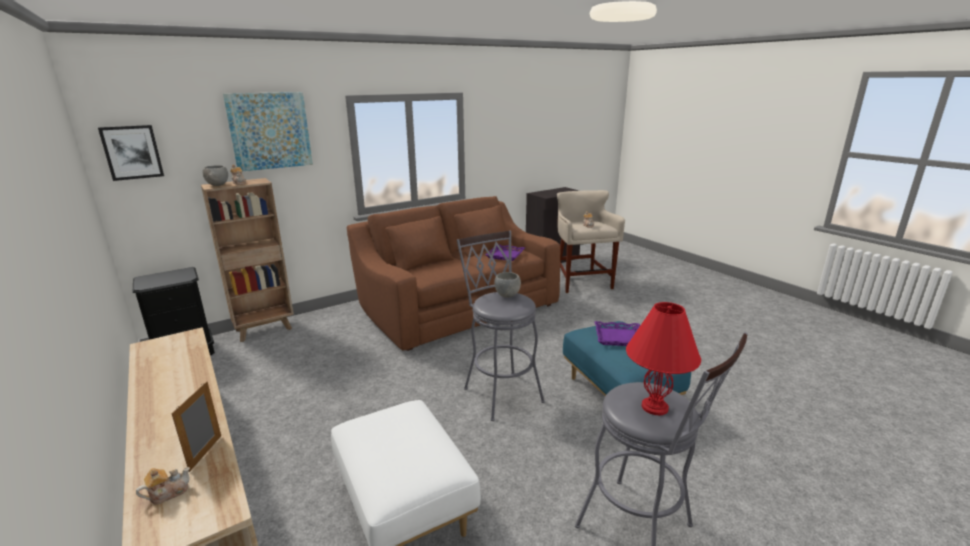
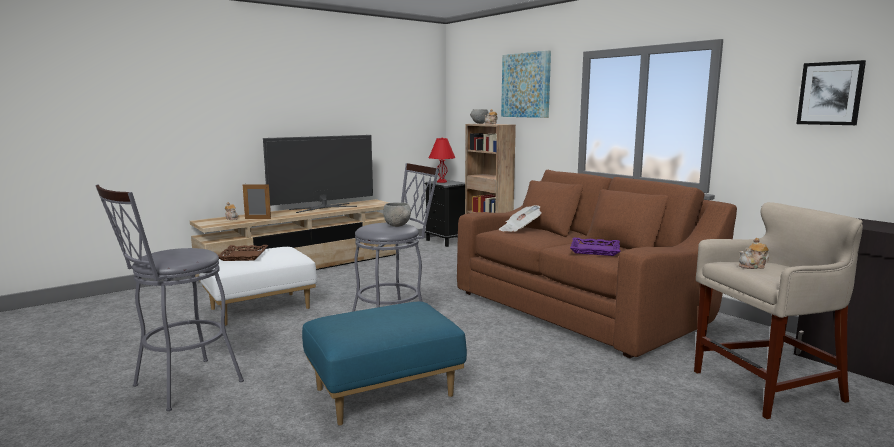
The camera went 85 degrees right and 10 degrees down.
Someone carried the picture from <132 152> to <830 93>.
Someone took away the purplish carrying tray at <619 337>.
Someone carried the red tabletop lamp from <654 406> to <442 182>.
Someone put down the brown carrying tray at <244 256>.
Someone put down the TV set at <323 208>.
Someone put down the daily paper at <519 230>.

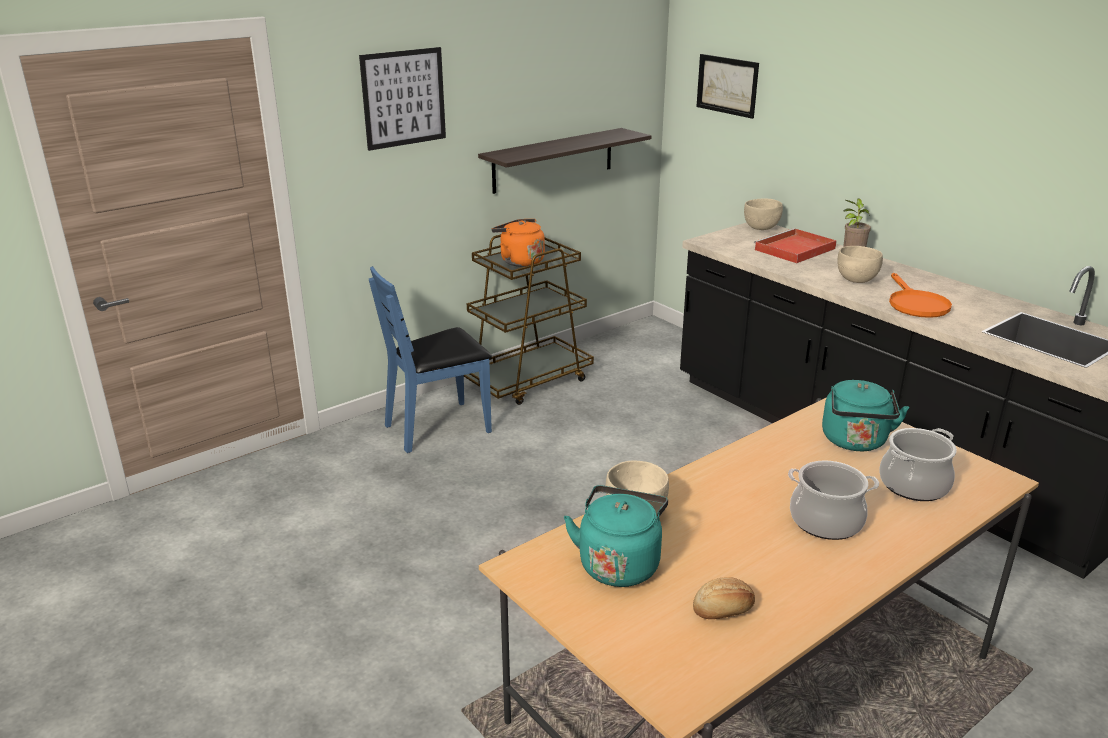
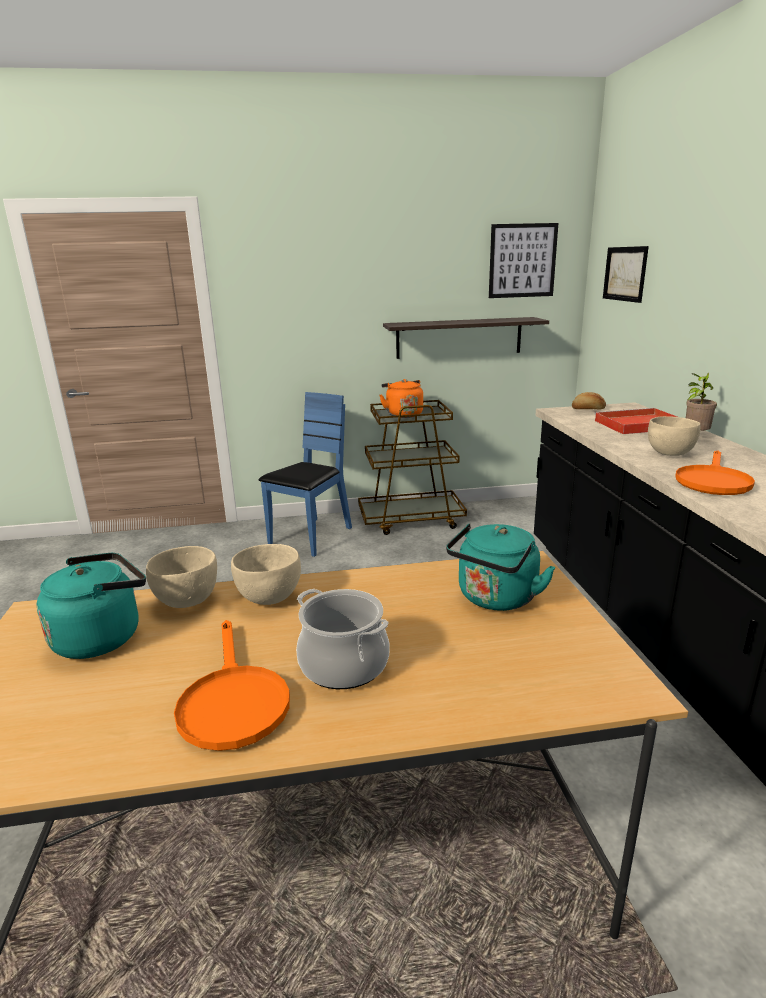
The camera went 30 degrees right and 5 degrees down.
Someone carried the picture from <403 98> to <522 261>.
Someone rotated the bluish chair at <438 427> by 120 degrees clockwise.
Someone carried the bakery bread from <724 610> to <588 409>.
Someone carried the beige-coloured bowl from <761 228> to <270 598>.
Someone took away the saucepot at <914 485>.
Someone put down the orange-coloured frying pan at <232 701>.

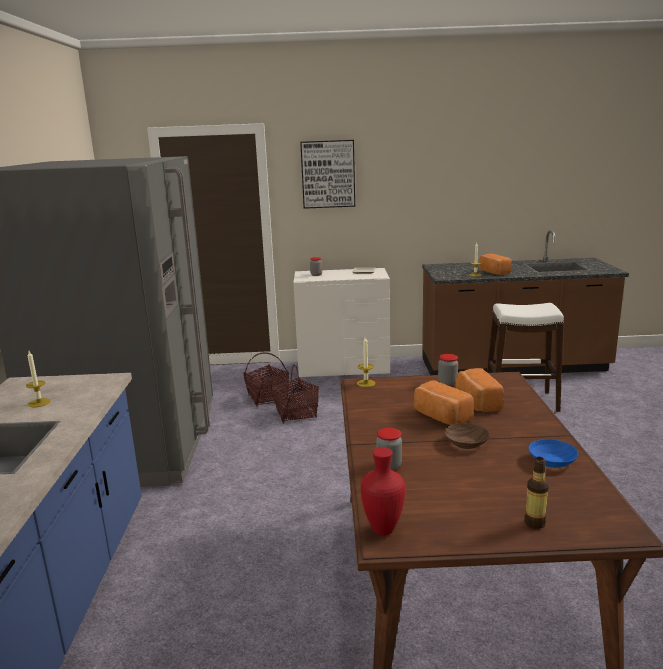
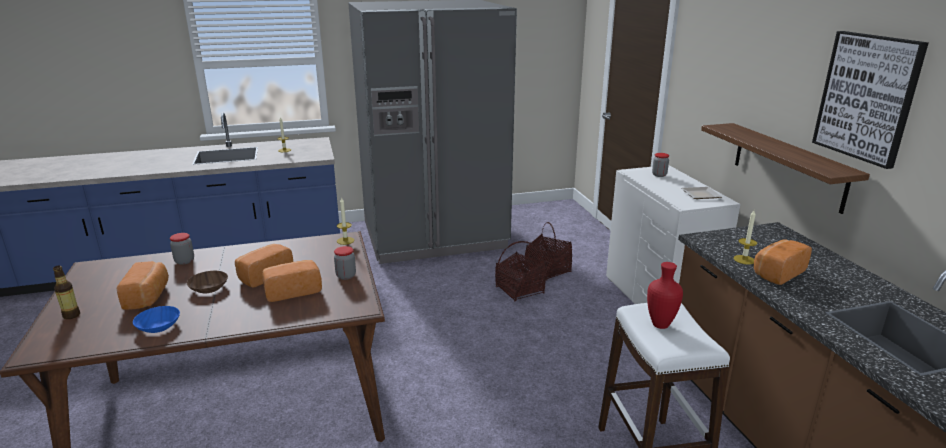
The camera went 75 degrees right and 5 degrees up.
Someone carried the picture from <328 174> to <867 97>.
Someone carried the red vase from <384 529> to <661 325>.
Someone put down the bakery bread at <148 297>.
Someone put up the bracket shelf at <788 166>.

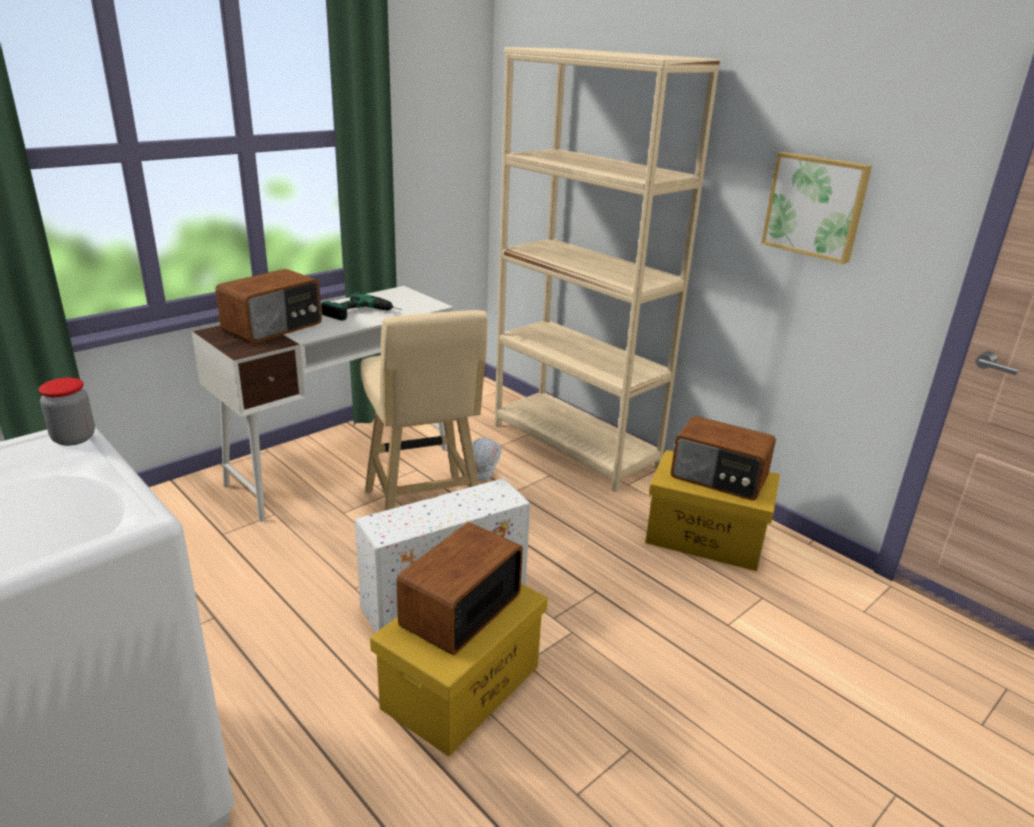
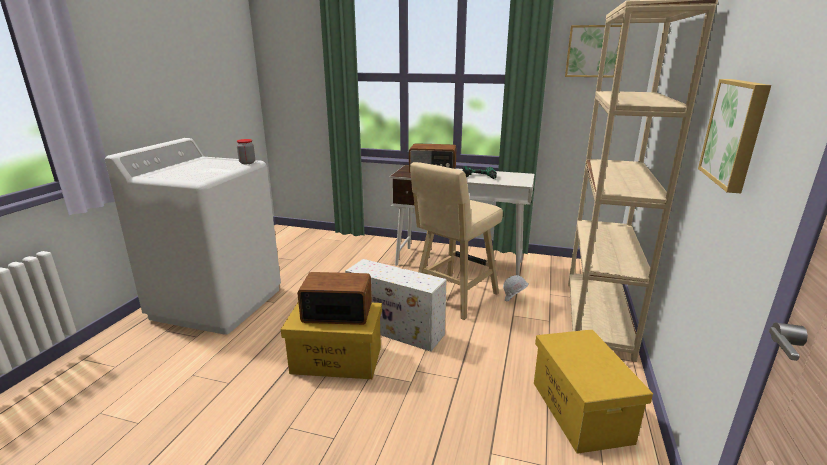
The camera went 60 degrees right and 5 degrees down.
Someone took away the radio receiver at <719 478>.
Someone put up the picture at <592 51>.

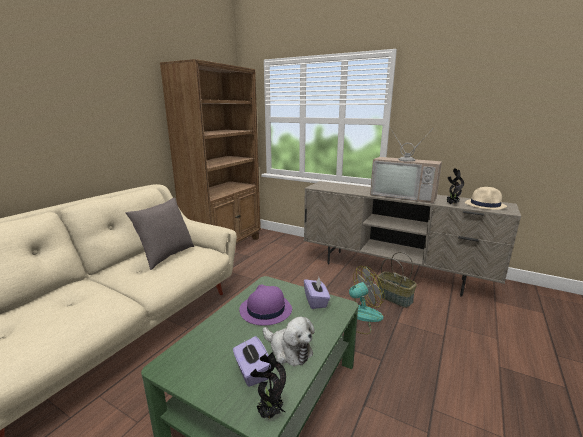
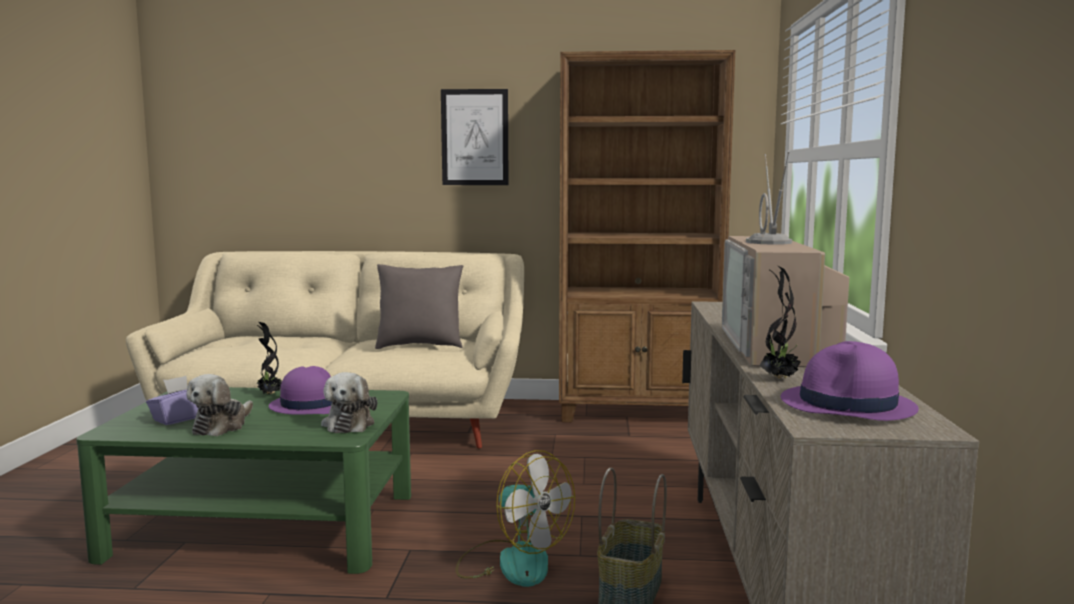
The camera went 65 degrees right and 10 degrees down.
Someone carried the houseplant from <269 414> to <269 394>.
Someone swapped the purplish tissue box at <316 301> for the plush toy at <349 423>.
Someone repainted the beige-coloured hat at <485 205>, which became the purplish hat at <848 406>.
Someone put up the picture at <475 137>.

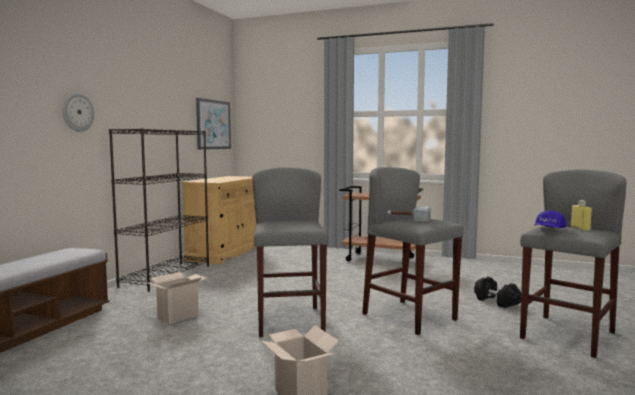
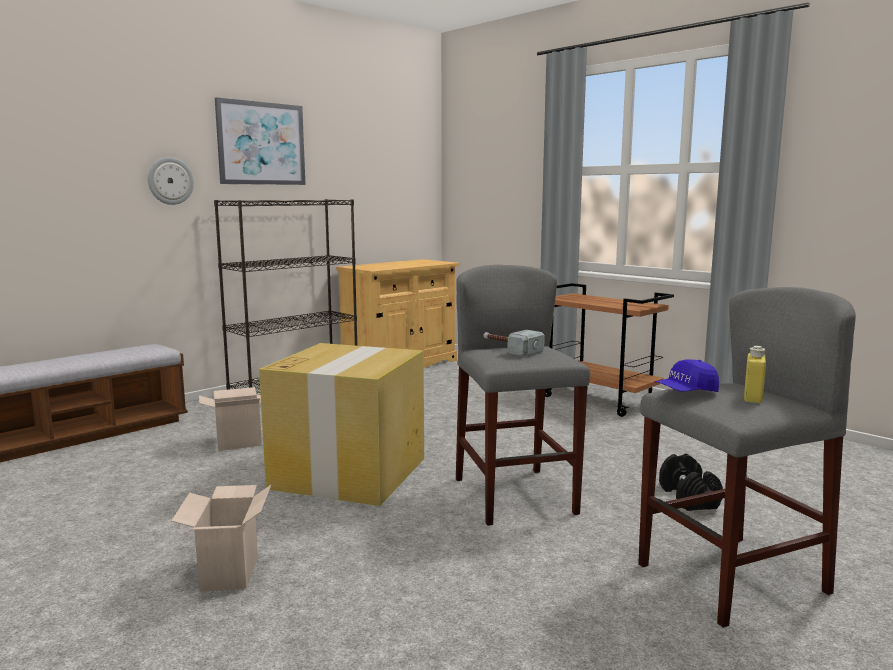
The camera went 25 degrees right and 5 degrees up.
Someone carried the picture from <213 124> to <261 143>.
Someone swapped the greyish stool seat at <289 321> for the packing box at <350 472>.

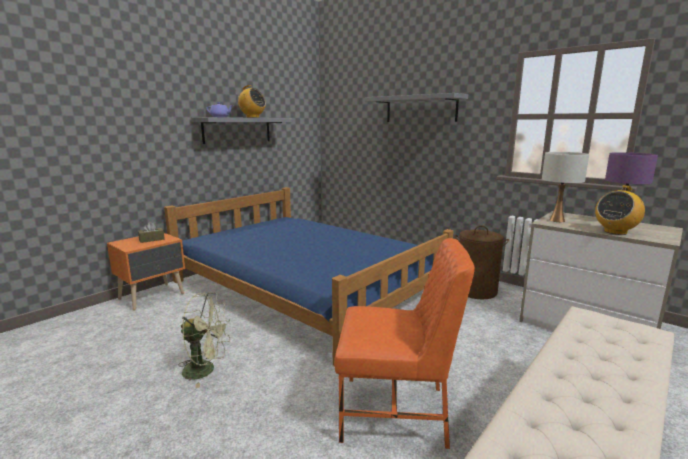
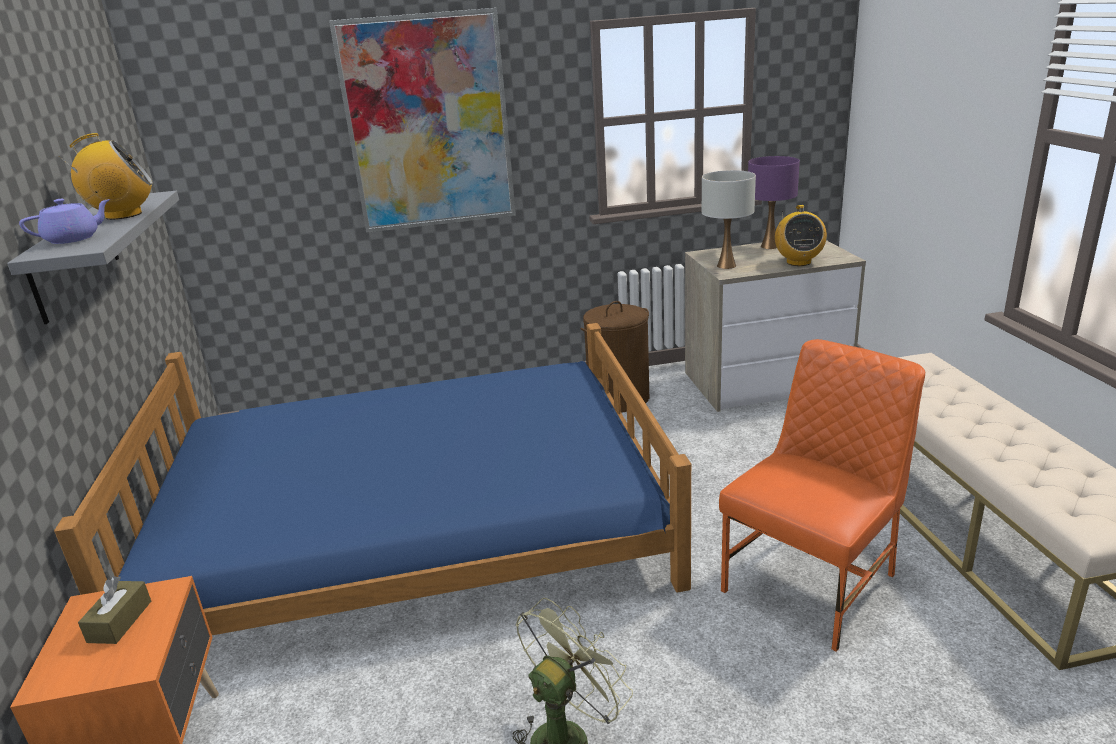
The camera went 50 degrees left and 10 degrees up.
Someone swapped the greyish bracket shelf at <420 109> for the picture at <428 124>.

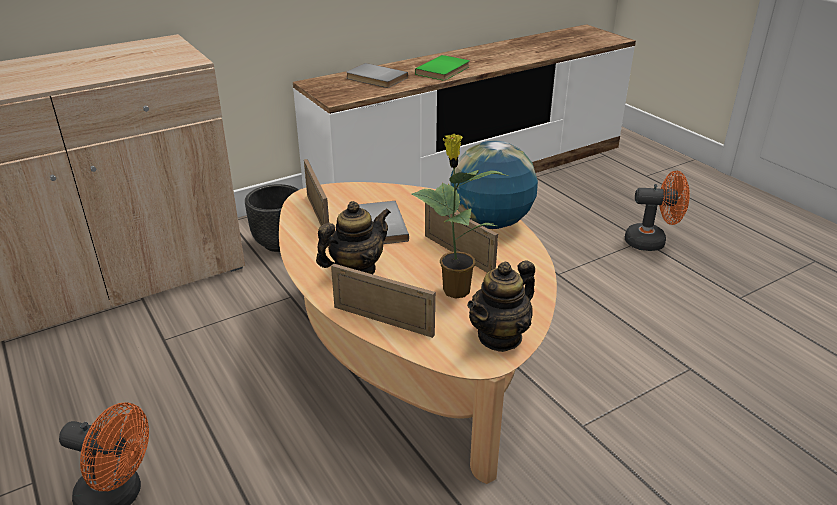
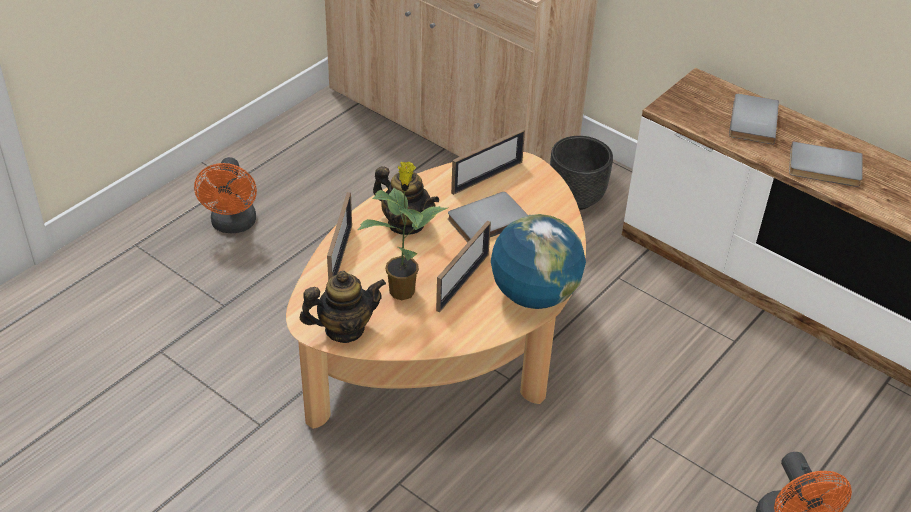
The camera went 70 degrees right and 10 degrees up.
Someone repainted the green-coloured volume at <444 70>, which became the greyish volume at <824 168>.
Someone rotated the teapot at <500 337> by 135 degrees clockwise.

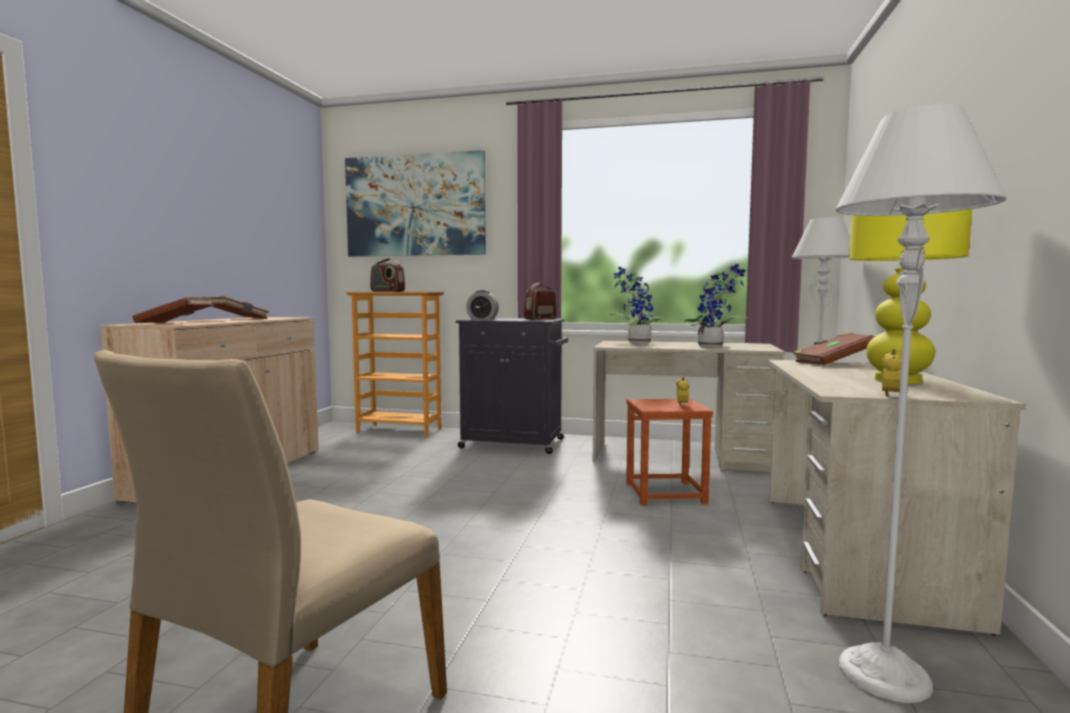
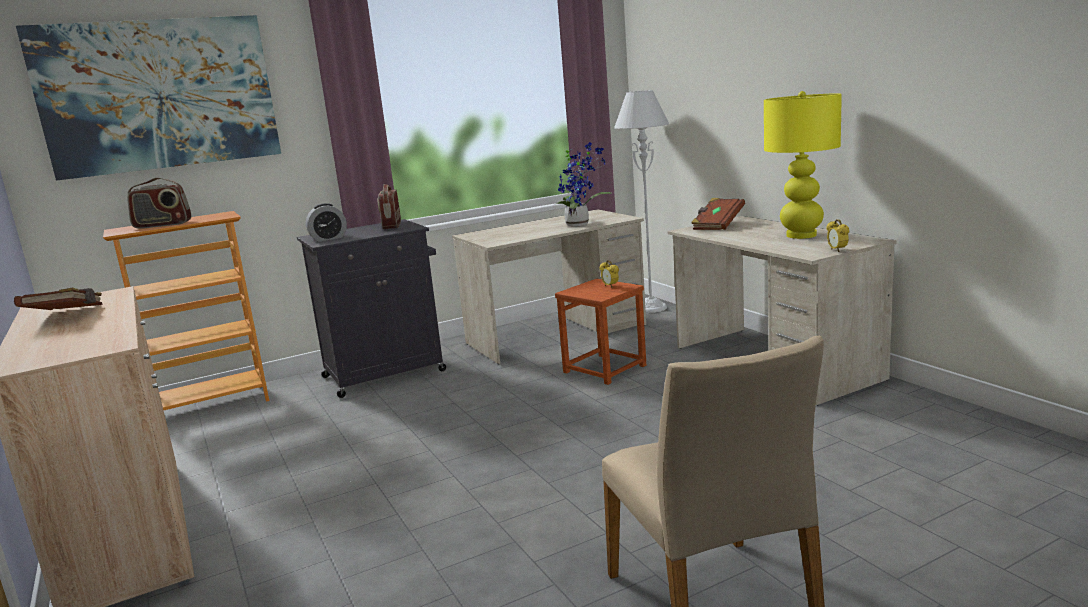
The camera went 40 degrees left and 10 degrees up.
Someone took away the brown volume at <176 323>.
Someone took away the houseplant at <636 343>.
Someone took away the greyish standard lamp at <884 674>.

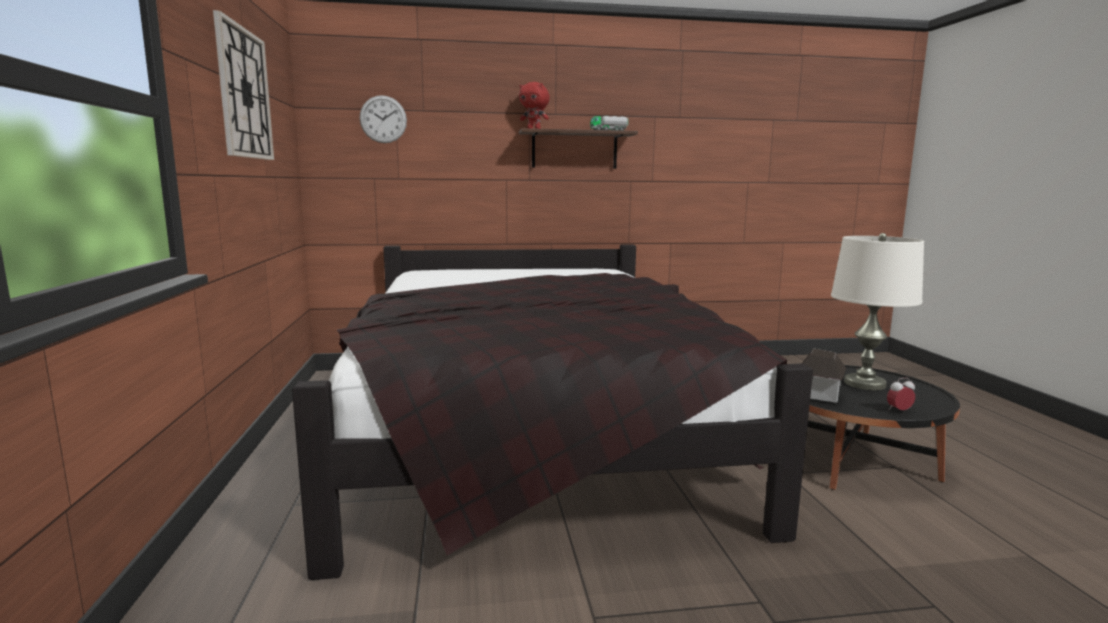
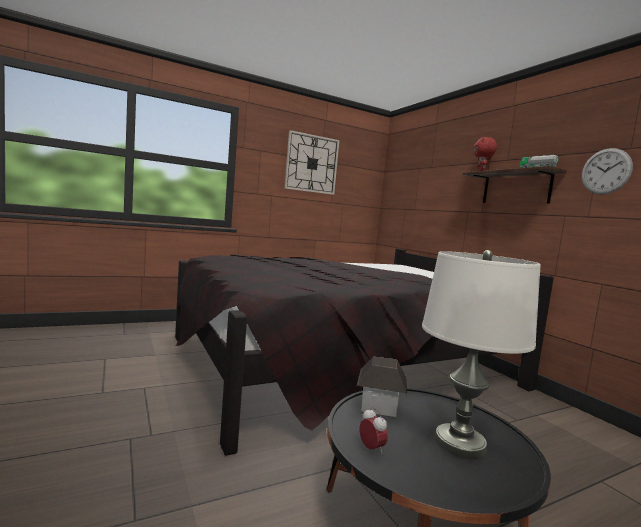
The camera went 70 degrees right and 5 degrees down.
Someone carried the wall clock from <383 119> to <606 171>.

